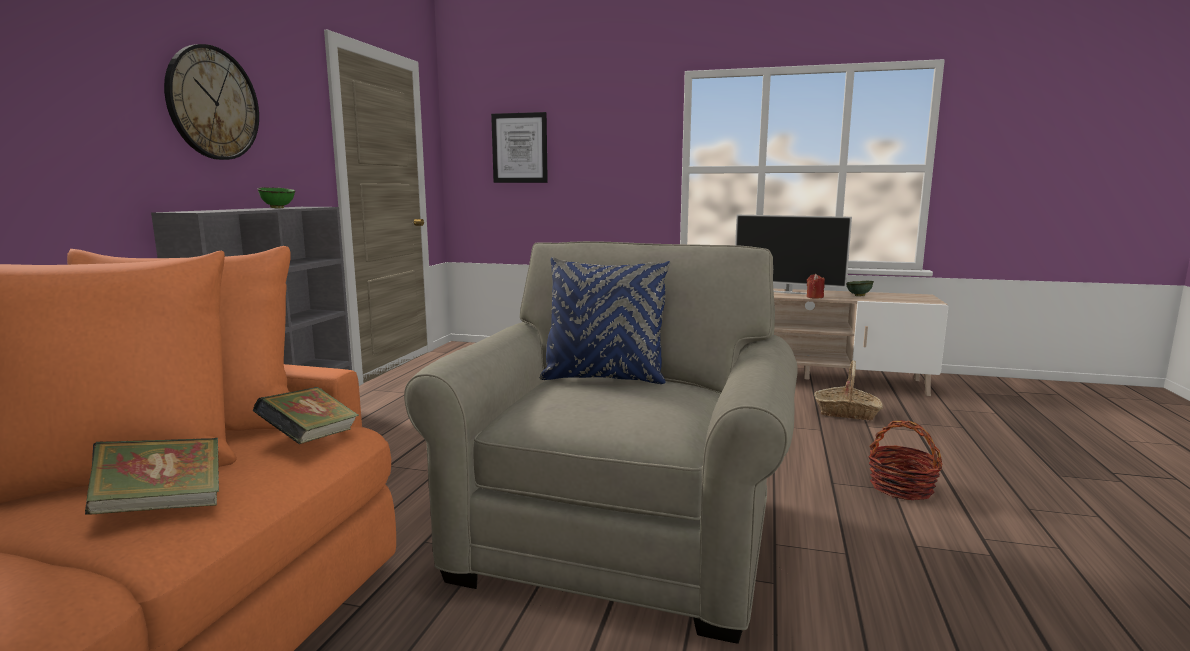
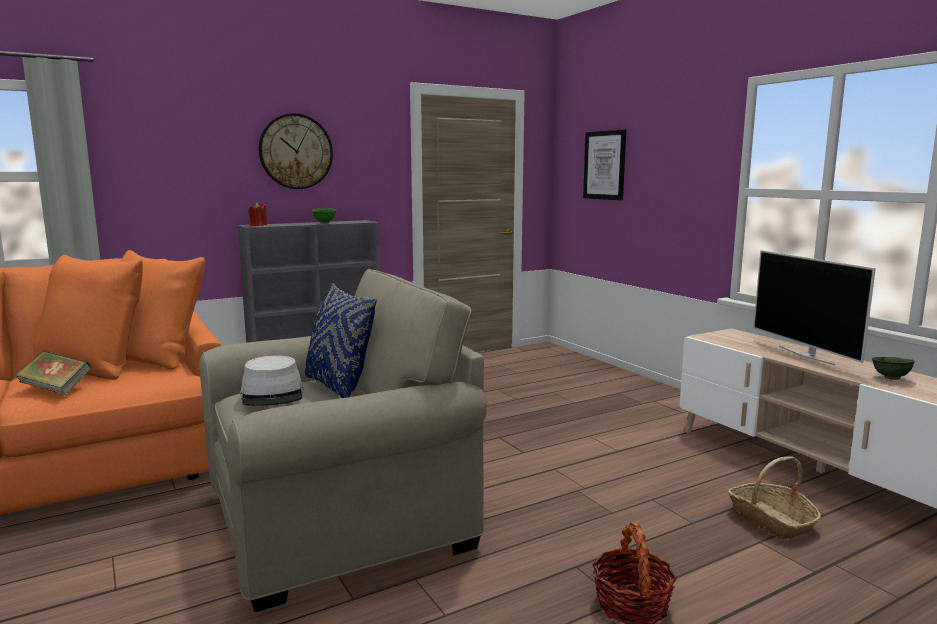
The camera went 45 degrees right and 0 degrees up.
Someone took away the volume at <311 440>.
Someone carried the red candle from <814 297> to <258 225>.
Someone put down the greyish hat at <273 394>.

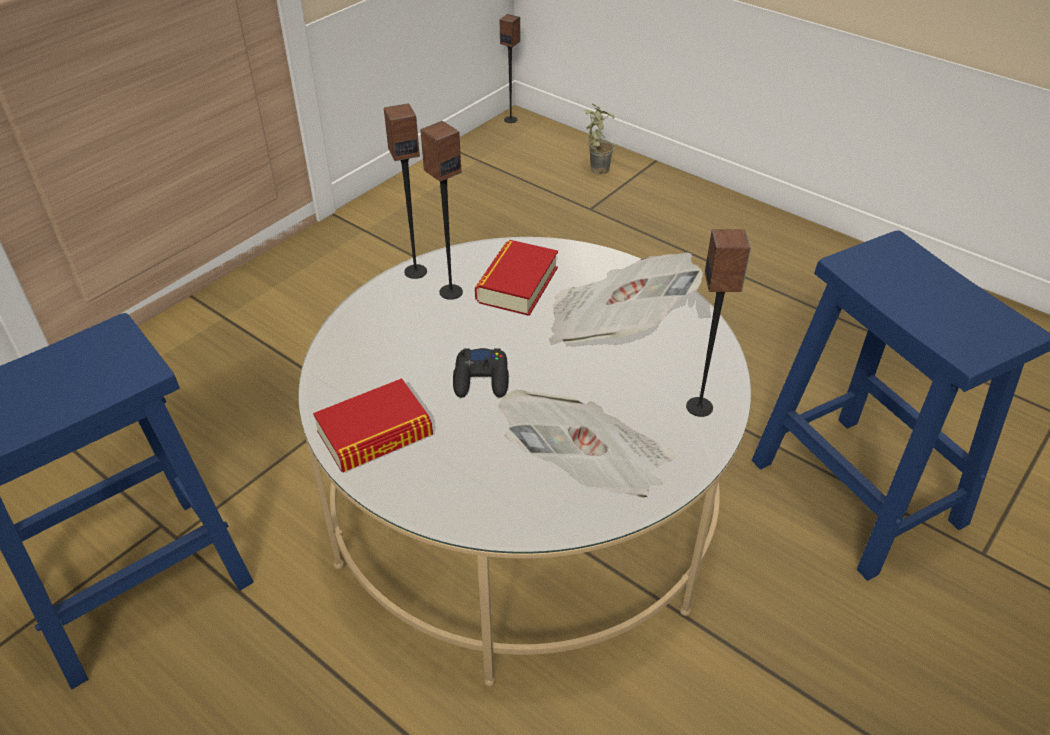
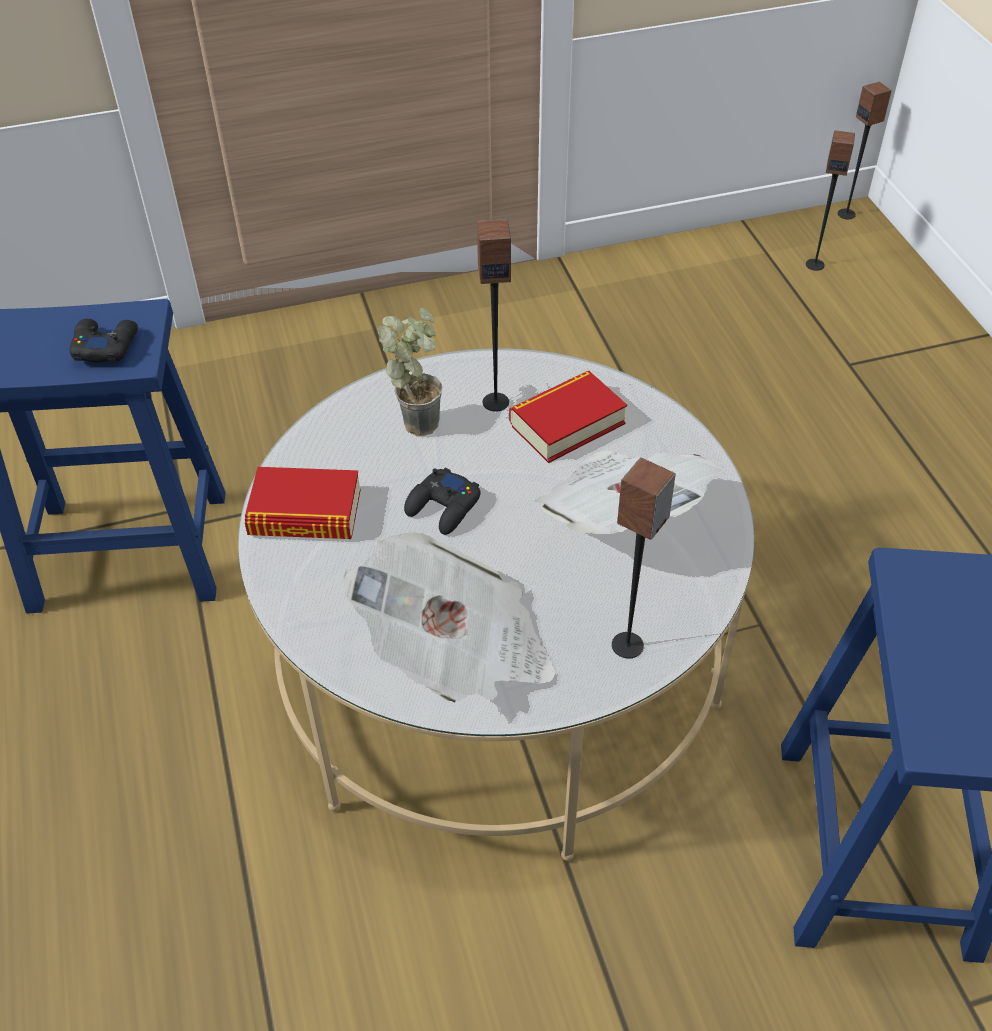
The camera went 35 degrees right and 5 degrees up.
Someone carried the audio speaker from <415 271> to <815 264>.
Someone carried the houseplant from <595 167> to <418 417>.
Someone put down the black game controller at <105 346>.

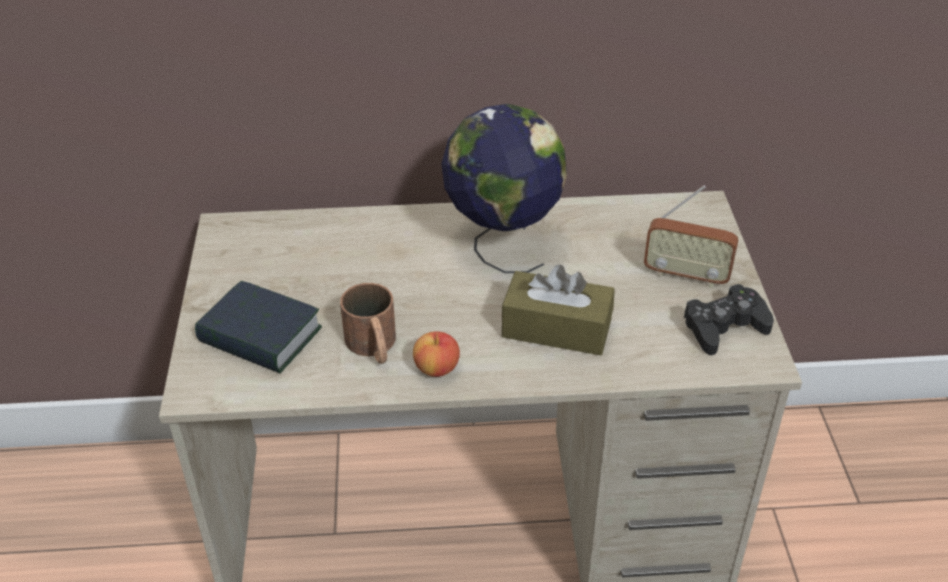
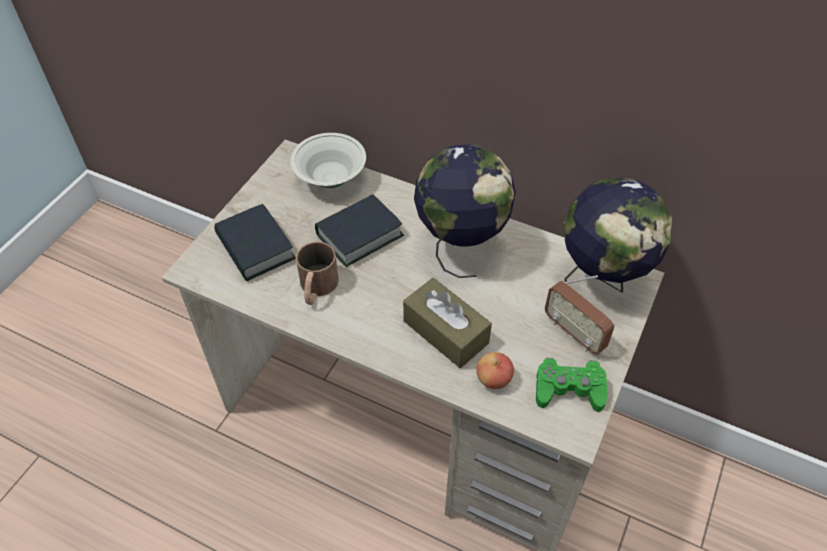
The camera went 30 degrees right and 10 degrees up.
Someone carried the apple from <436 368> to <493 379>.
Someone repainted the black game controller at <724 327>, which became the green-coloured game controller at <569 389>.
Someone put down the whitish bowl at <331 179>.
Someone put down the volume at <359 235>.
Someone put down the globe at <601 280>.

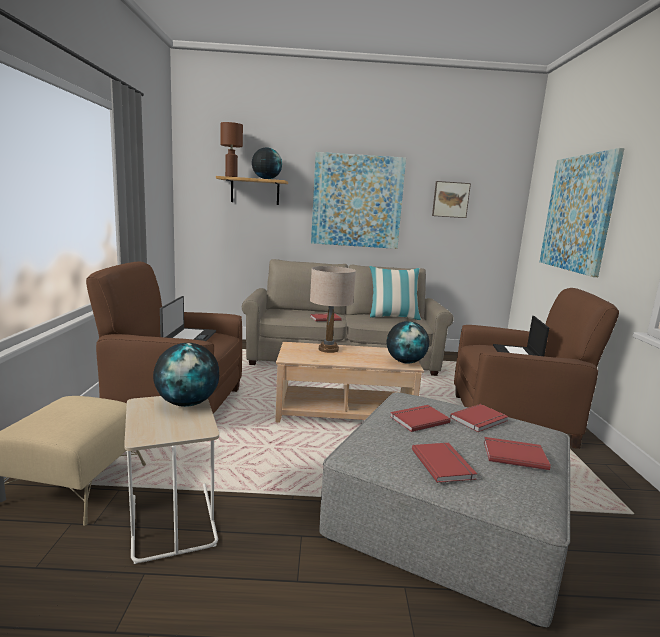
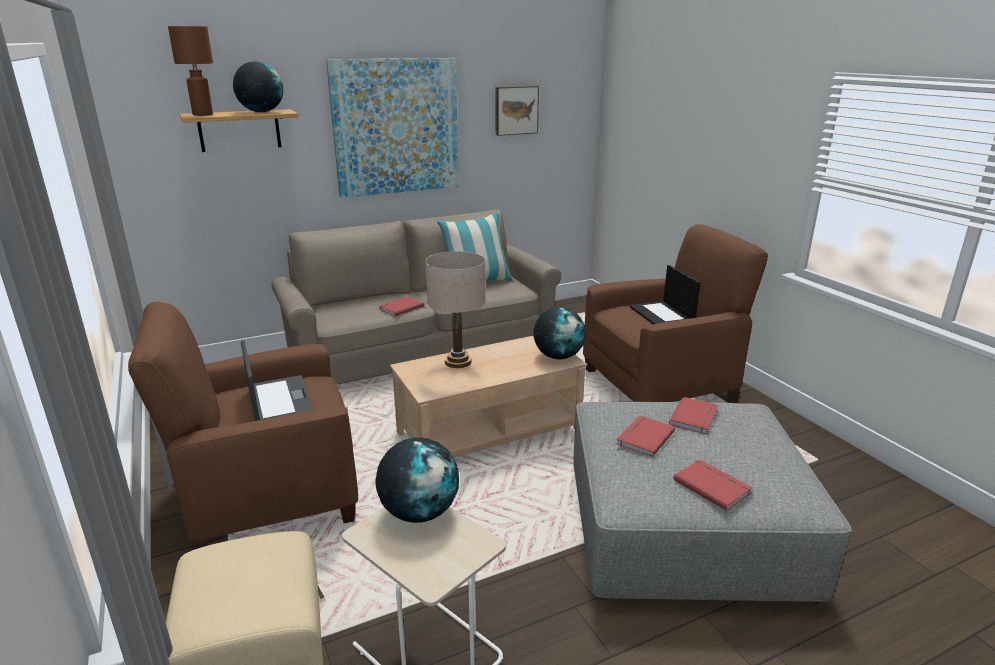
The camera went 25 degrees left and 10 degrees up.
Someone took away the red volume at <514 454>.
Someone took away the picture at <578 213>.

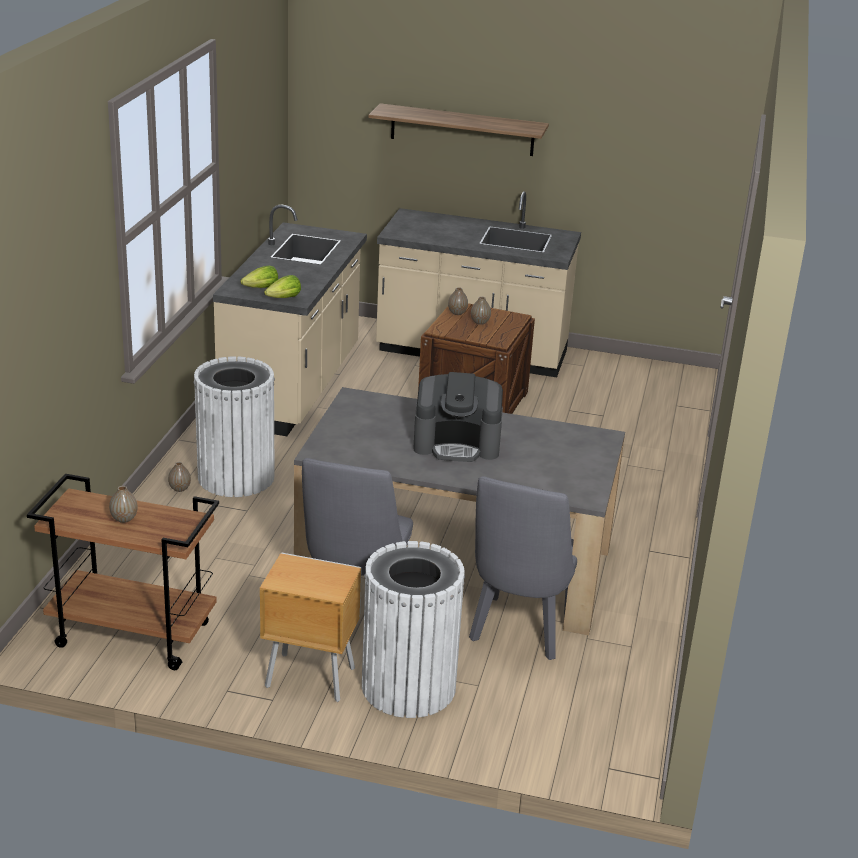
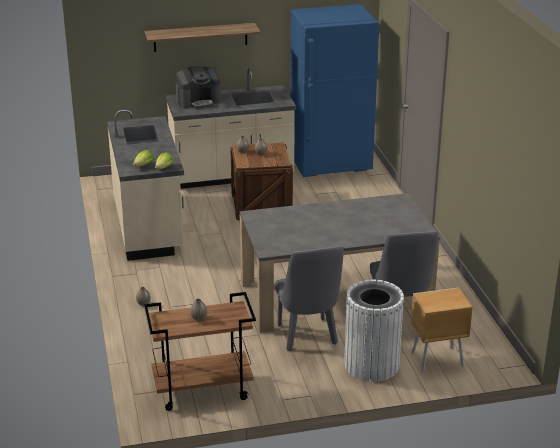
The camera went 25 degrees left and 0 degrees up.
Someone took away the whitish rubbish bin at <236 477>.
Someone carried the brown nightstand from <308 677> to <435 359>.
Someone carried the coffee machine from <457 444> to <198 101>.
Someone put down the bluish fridge at <331 166>.

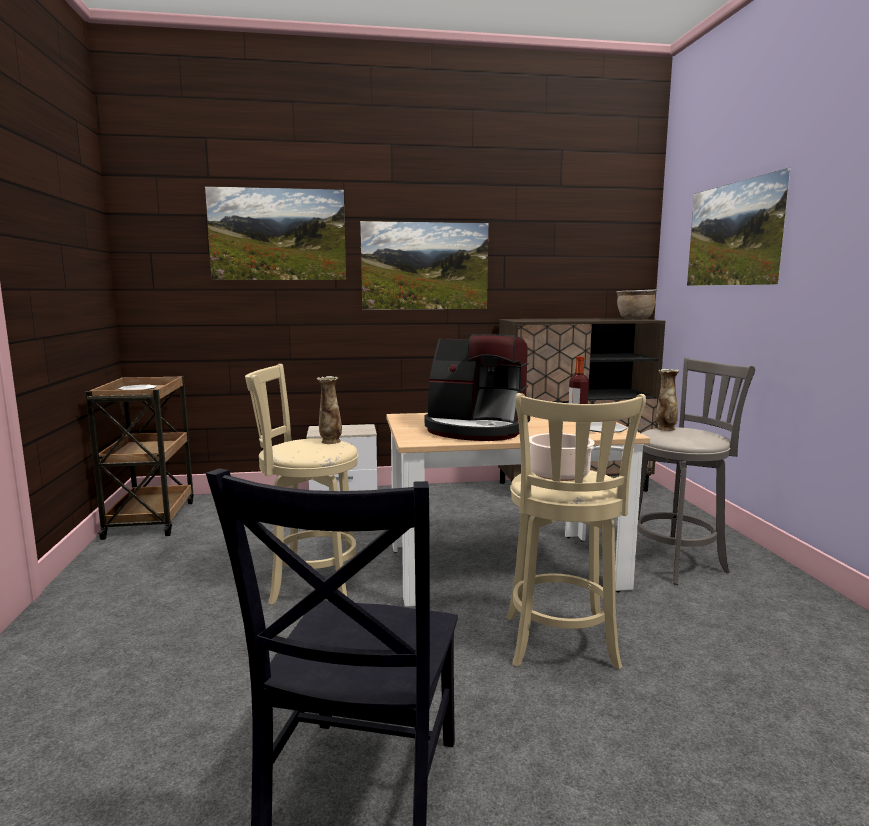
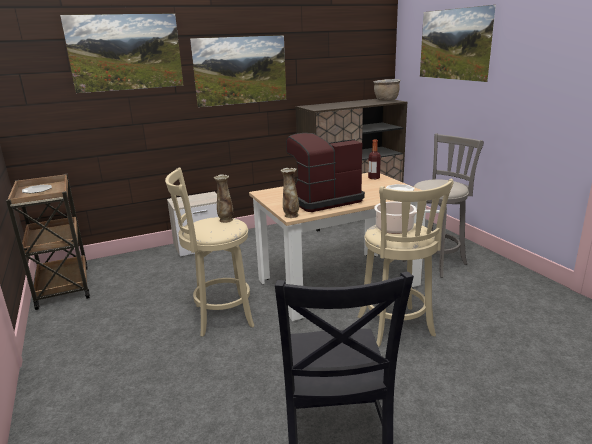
The camera went 15 degrees left and 10 degrees up.
Someone rotated the coffee machine at <476 429> by 150 degrees clockwise.
Someone carried the vase from <665 429> to <291 215>.

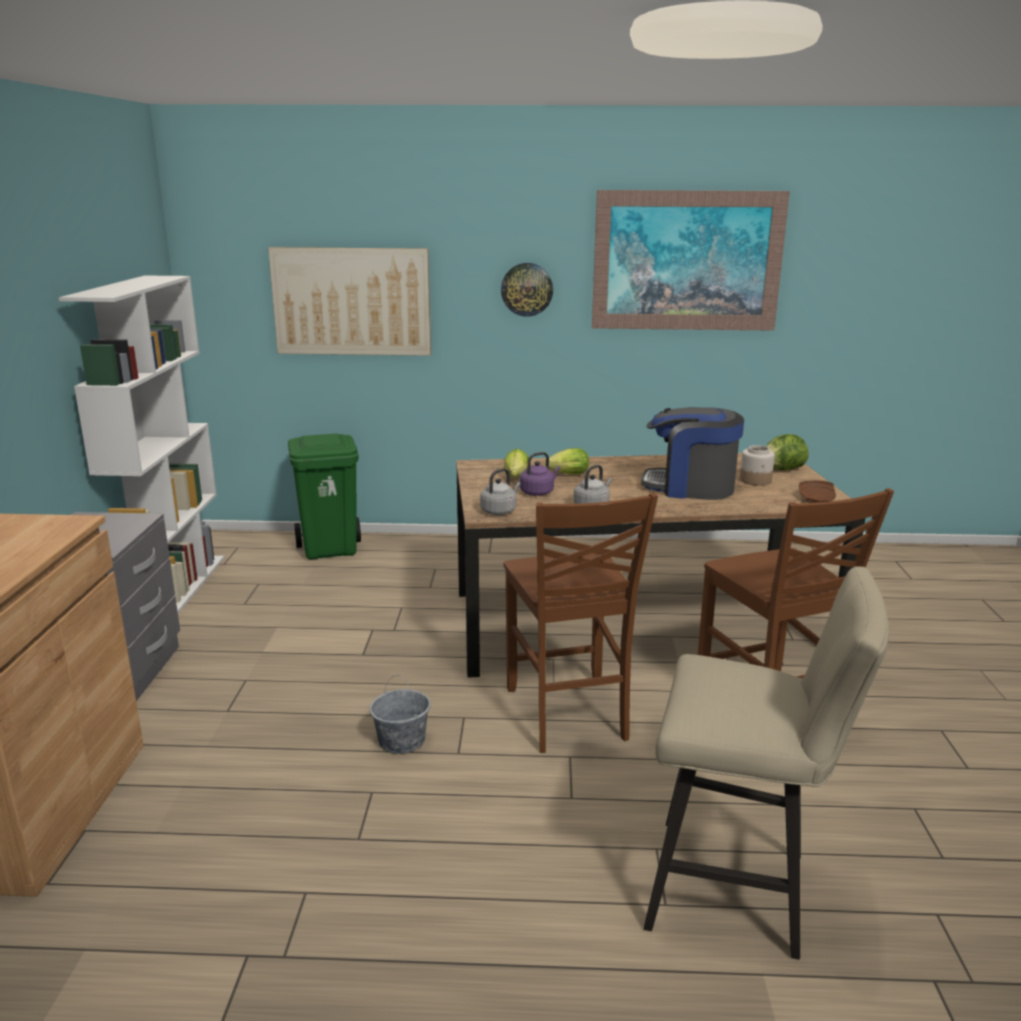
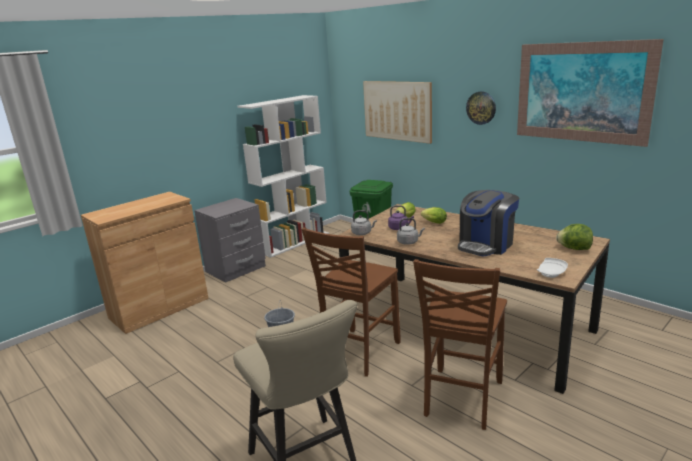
The camera went 45 degrees right and 0 degrees up.
Someone rotated the coffee machine at <690 487> by 105 degrees counterclockwise.
Someone took away the jar at <755 480>.
Someone repainted the brown dinner plate at <817 500>, which became the whitish dinner plate at <551 273>.

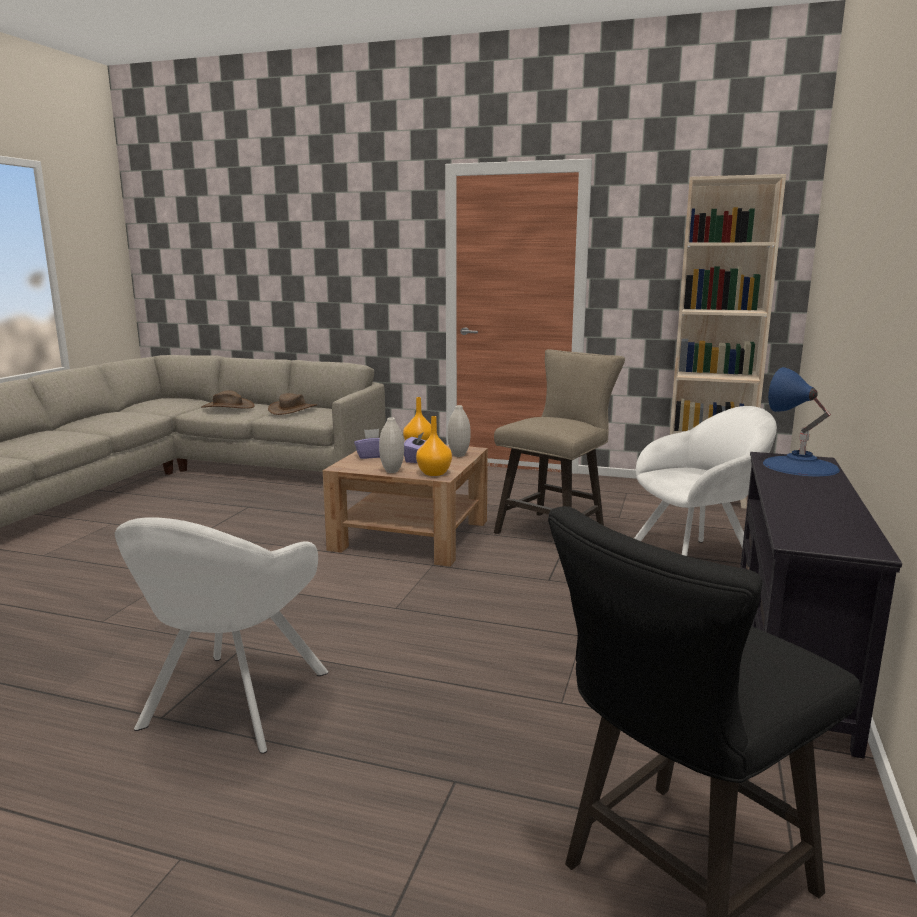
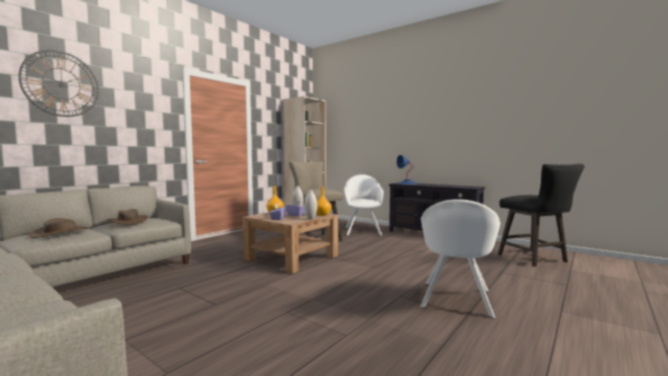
The camera went 70 degrees left and 10 degrees down.
Someone rotated the whitish armchair at <231 705> by 75 degrees clockwise.
Someone put up the wall clock at <61 84>.

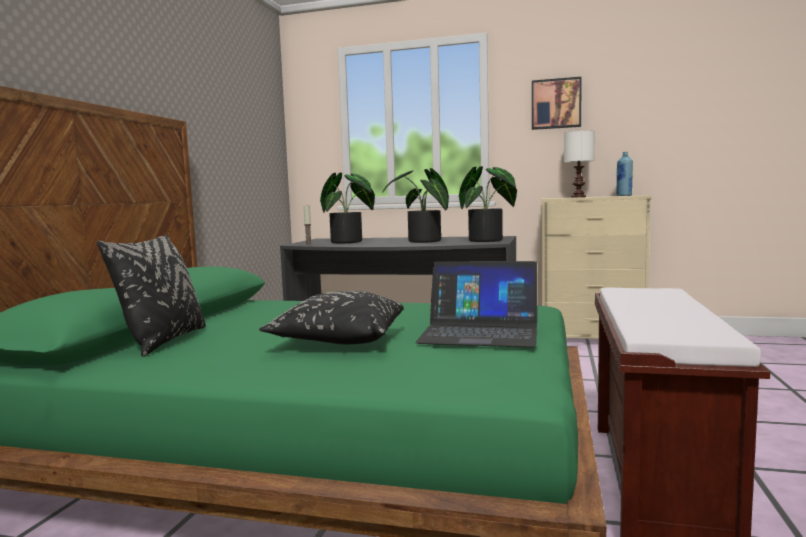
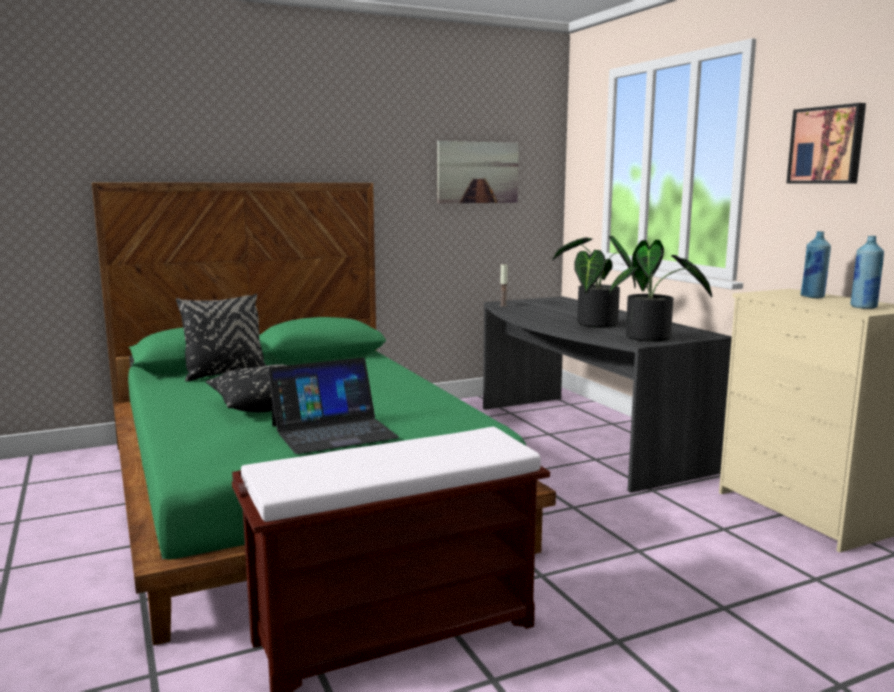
The camera went 50 degrees right and 5 degrees up.
Someone took away the houseplant at <350 242>.
Someone rotated the laptop at <480 332> by 90 degrees counterclockwise.
Someone swapped the whitish tabletop lamp at <579 197> for the bluish drink bottle at <812 297>.
Someone put up the picture at <477 172>.

